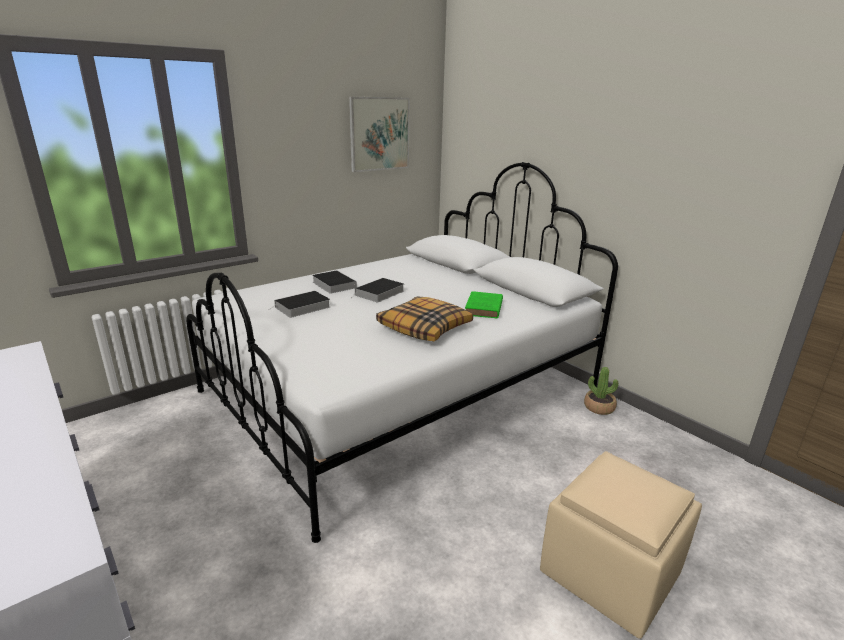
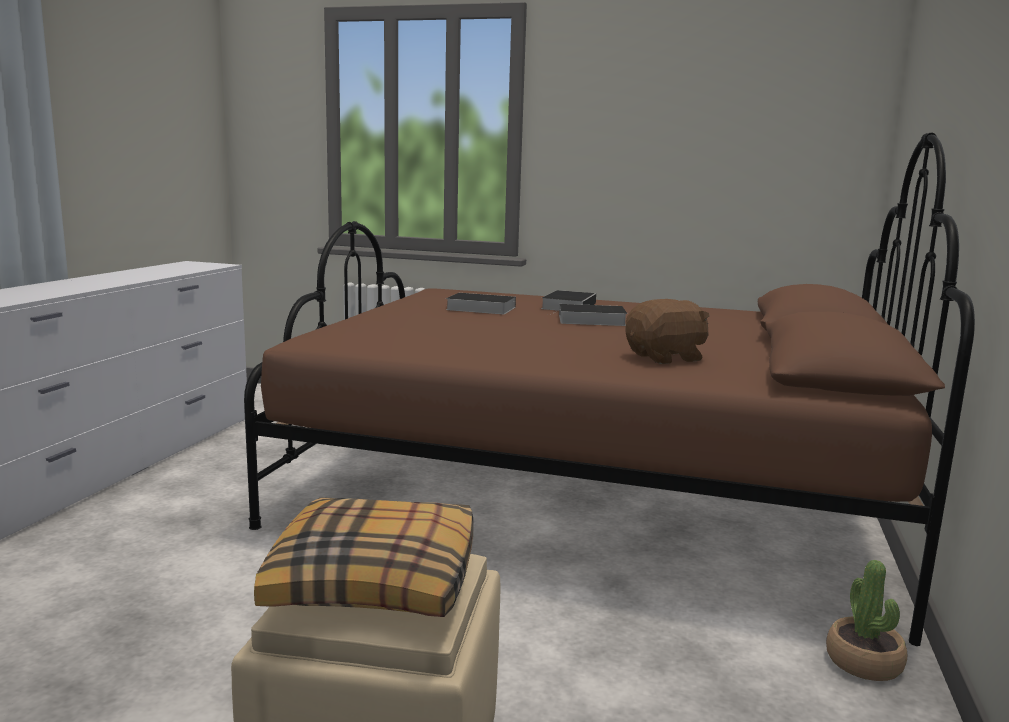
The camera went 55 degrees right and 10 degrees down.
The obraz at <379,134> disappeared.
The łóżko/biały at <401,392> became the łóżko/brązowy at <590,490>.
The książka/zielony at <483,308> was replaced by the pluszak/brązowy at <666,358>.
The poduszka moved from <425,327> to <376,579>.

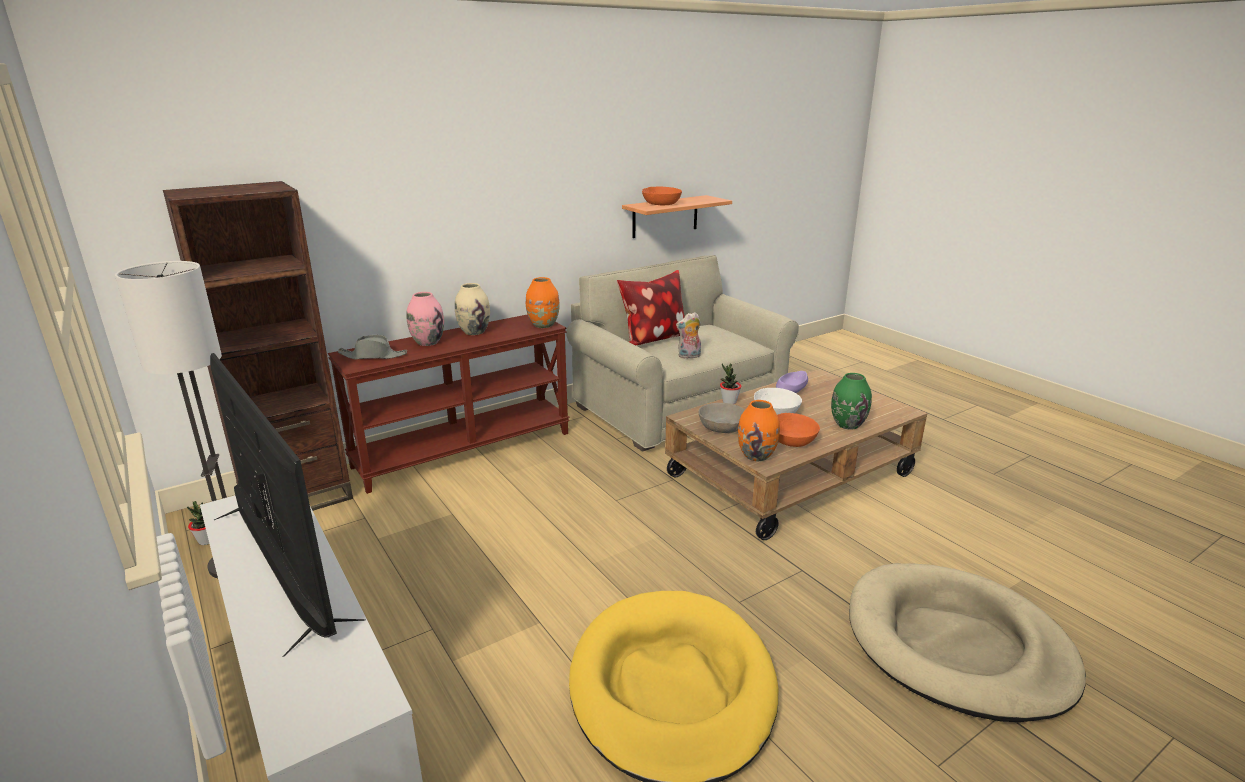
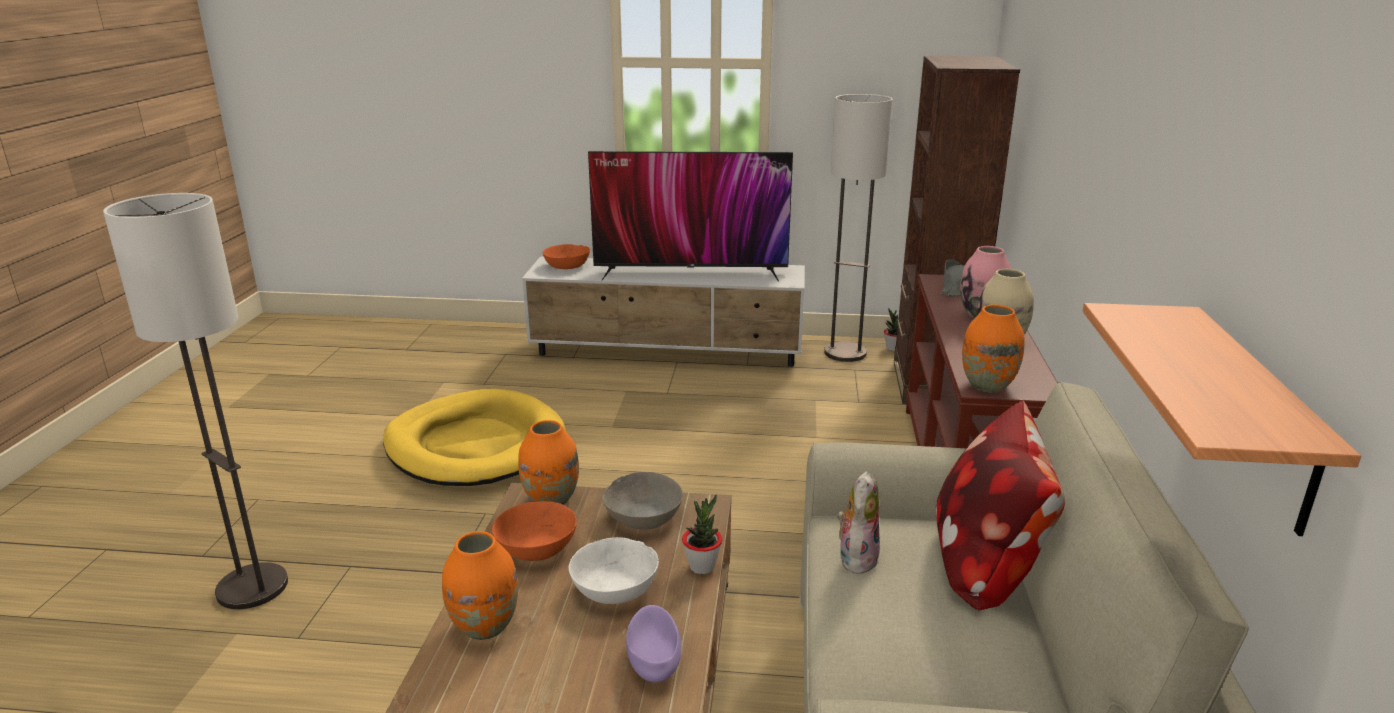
The camera went 130 degrees right and 0 degrees up.
The miska/pomarańczowy moved from <661,204> to <567,265>.
The wazon/zielony at <847,424> became the wazon/pomarańczowy at <485,627>.
The legowisko/beżowy at <956,645> was replaced by the lampa stojąca at <251,588>.

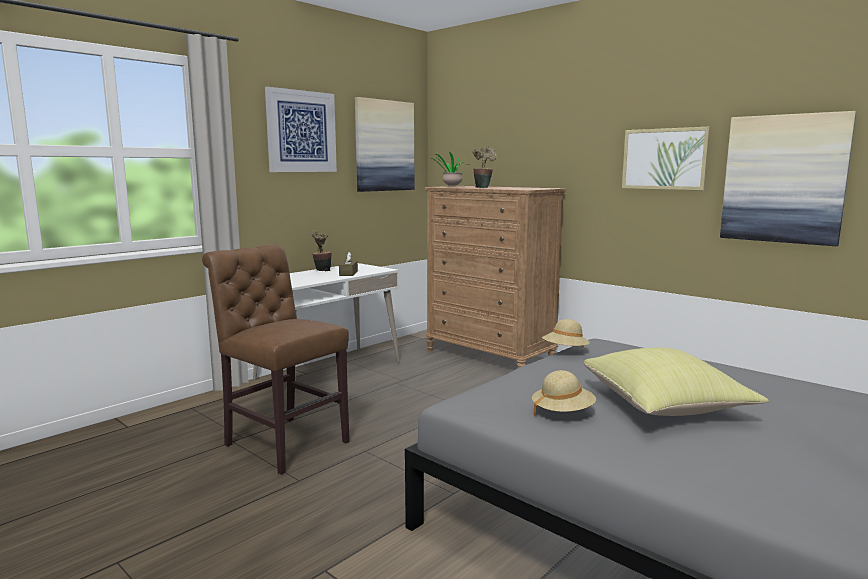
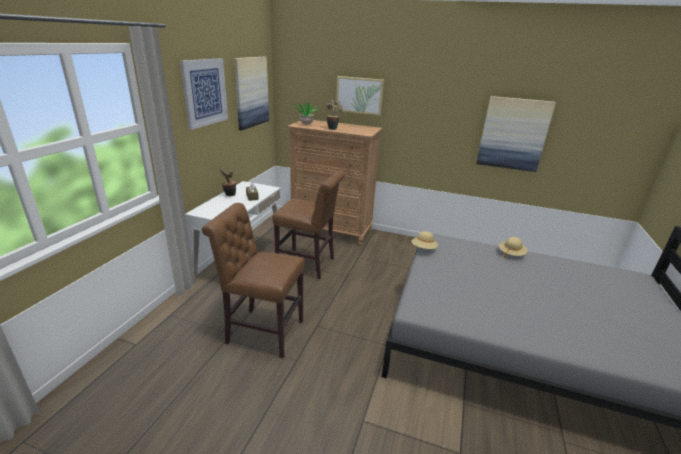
The camera went 25 degrees left and 15 degrees up.
The obraz moved from <664,159> to <359,95>.
The poduszka/żółty at <666,407> disappeared.
The kapelusz/beżowy moved from <562,412> to <511,254>.
The krzesło/brązowy at <308,264> appeared.

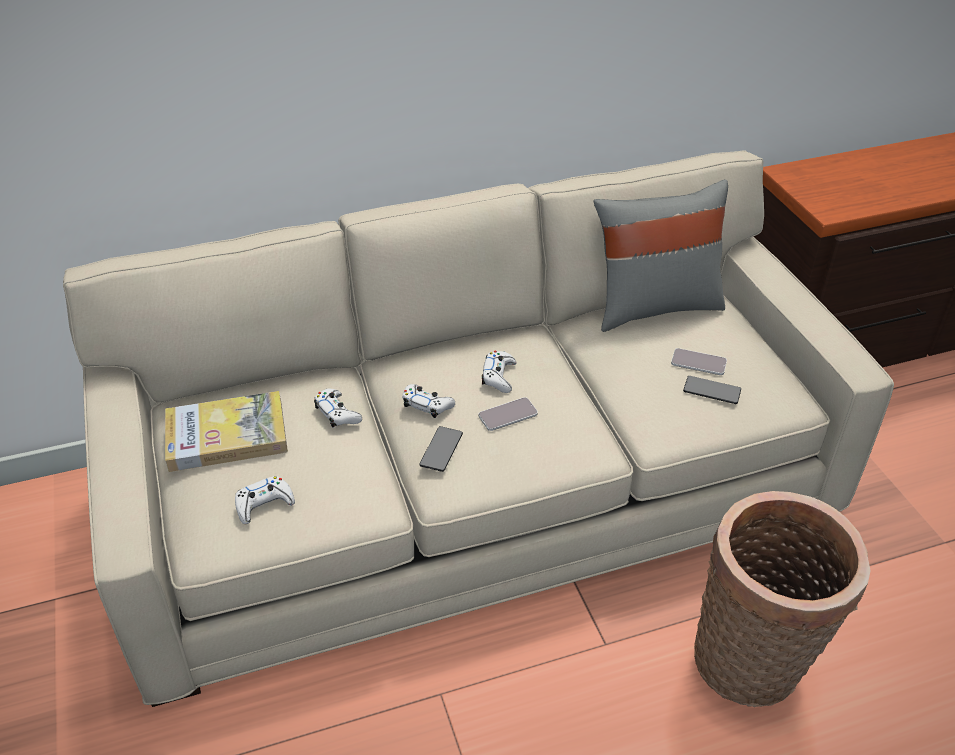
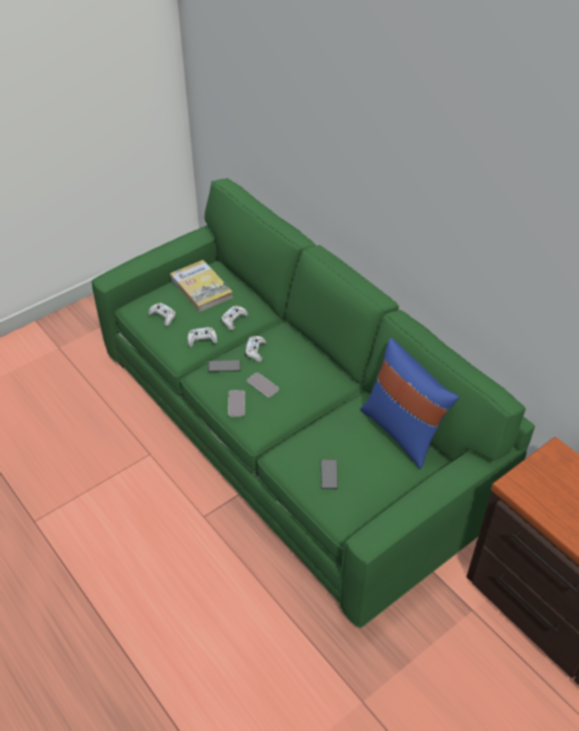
The camera went 70 degrees right and 5 degrees up.
The kanapa/beżowy at <479,491> became the kanapa/zielony at <290,431>.
The poduszka/szary at <654,306> became the poduszka/niebieski at <402,431>.
The telefon moved from <698,362> to <236,404>.
The pad do gier/biały moved from <498,376> to <202,340>.
The koszyk at <753,664> disappeared.

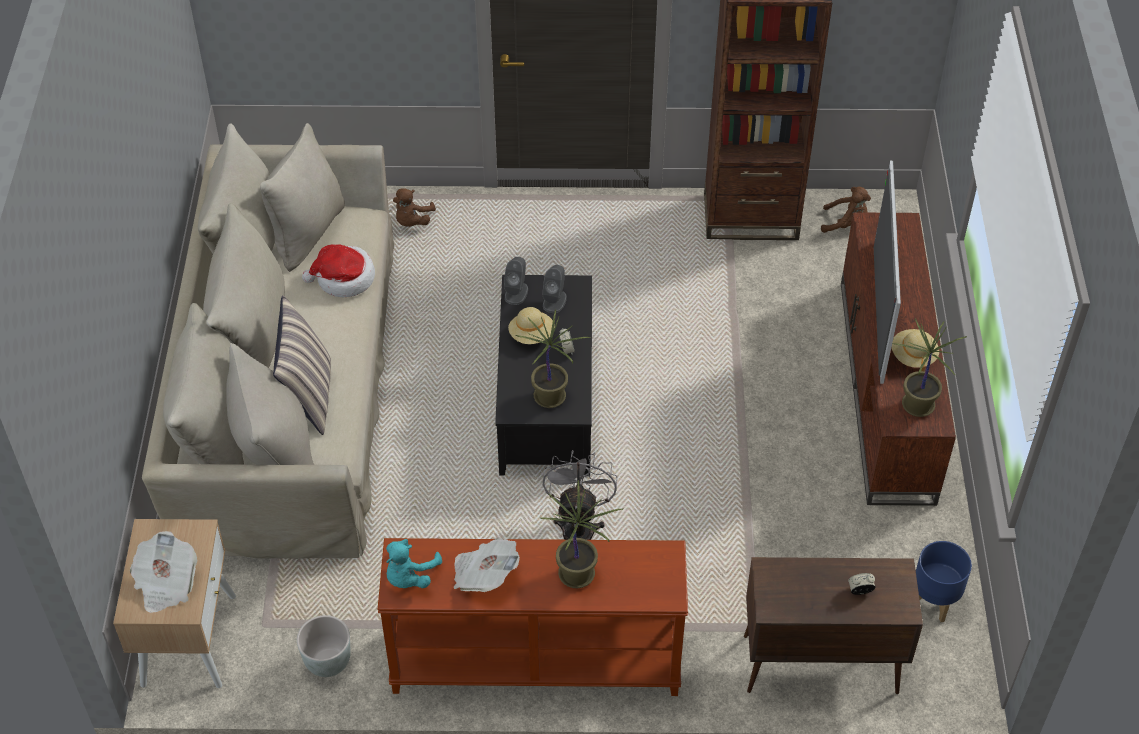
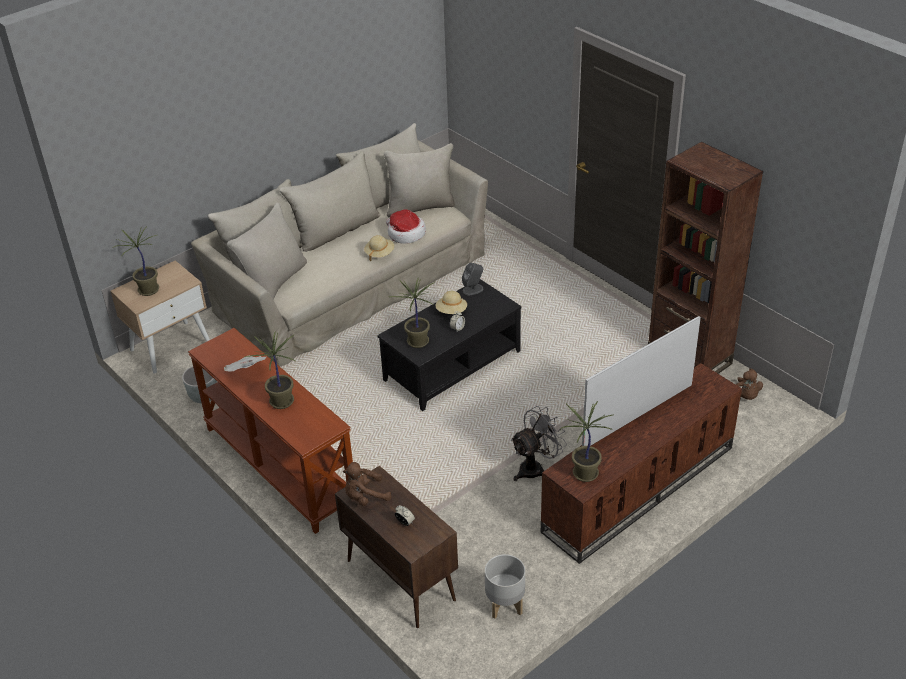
The camera went 50 degrees right and 10 degrees down.
The pluszak/brązowy moved from <412,221> to <365,497>.
The głośnik/szary at <554,301> disappeared.
The poduszka at <308,395> disappeared.
The kapelusz/beżowy moved from <913,356> to <379,253>.
The wentylator/szary moved from <578,527> to <536,468>.
The gazeta at <166,583> was replaced by the roślina doniczkowa at <148,290>.
The pluszak/turkusowy at <409,576> disappeared.
The donica/niebieski at <934,601> became the donica/szary at <505,605>.

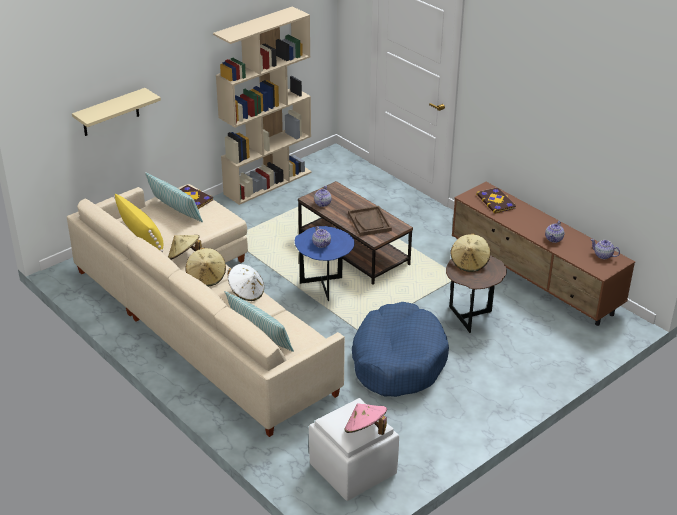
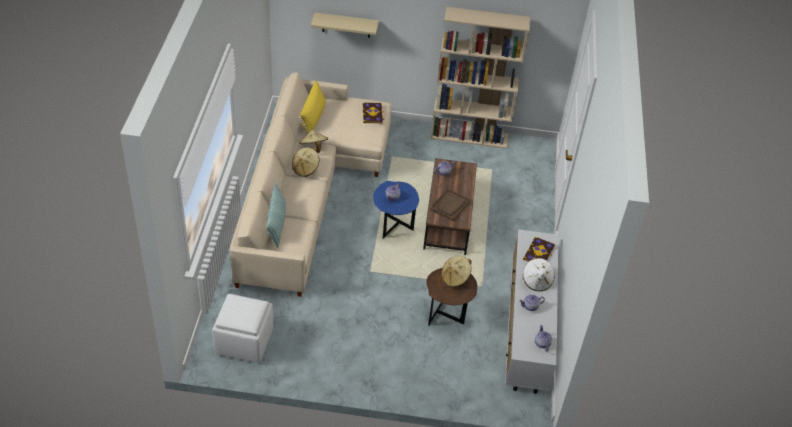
The camera went 45 degrees right and 10 degrees up.
The poduszka at <175,210> disappeared.
The szafka pod telewizor/brązowy at <534,279> became the szafka pod telewizor/biały at <526,328>.
The kapelusz/biały moved from <246,292> to <536,281>.
The legowisko/niebieski at <398,361> disappeared.
The kapelusz/różowy at <365,430> disappeared.

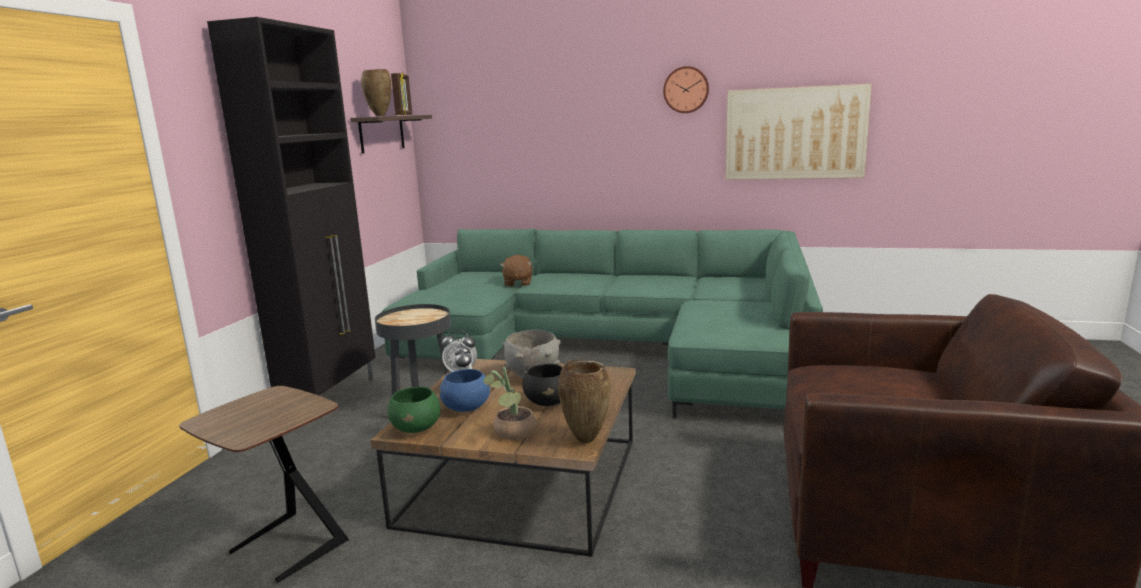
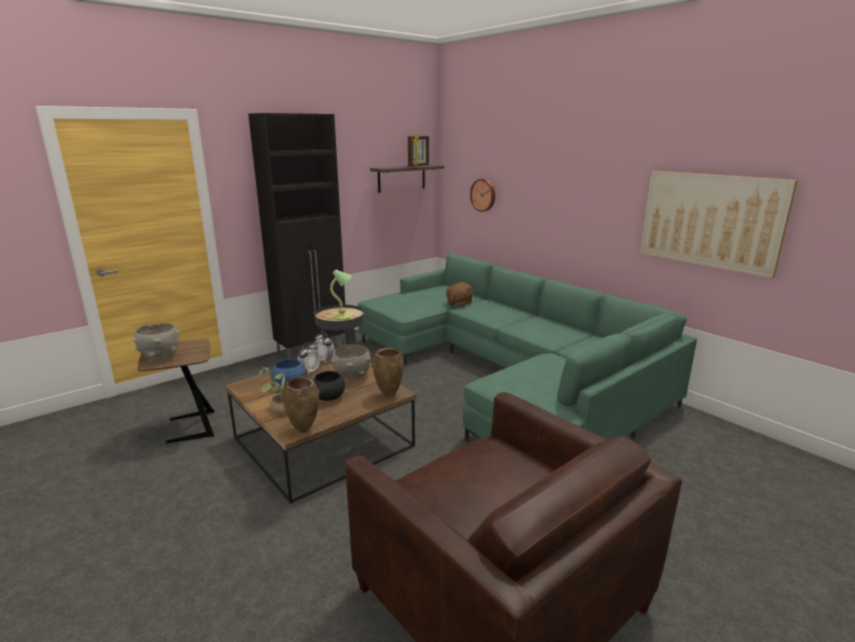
The camera went 35 degrees right and 5 degrees up.
The zegar ścienny moved from <686,90> to <483,195>.
The wazon/brązowy moved from <379,116> to <388,395>.
The miska/zielony at <417,428> disappeared.
The lampa stołowa at <342,316> appeared.
The miska/szary at <160,356> appeared.

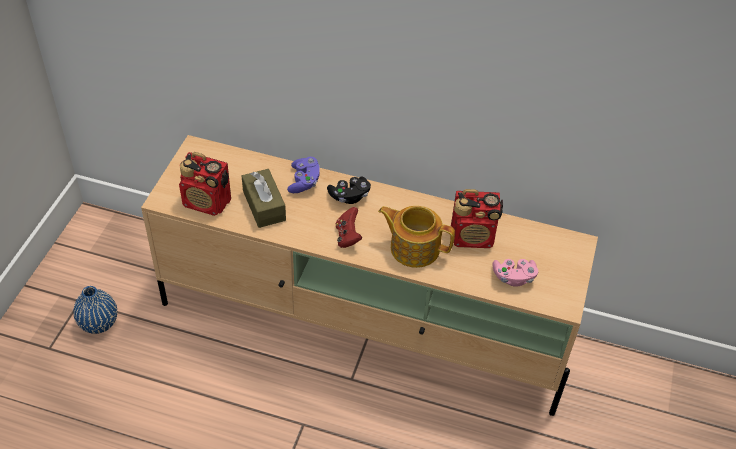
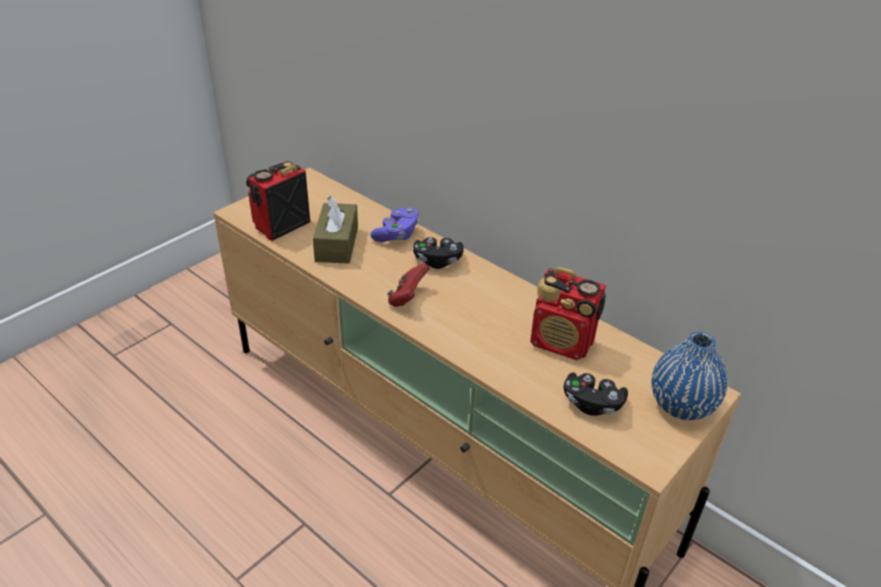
The camera went 25 degrees right and 10 degrees down.
The radio at <207,203> turned 90 degrees clockwise.
The imbryk at <414,247> disappeared.
The pad do gier/różowy at <513,277> became the pad do gier/czarny at <591,404>.
The wazon/niebieski moved from <98,323> to <681,405>.

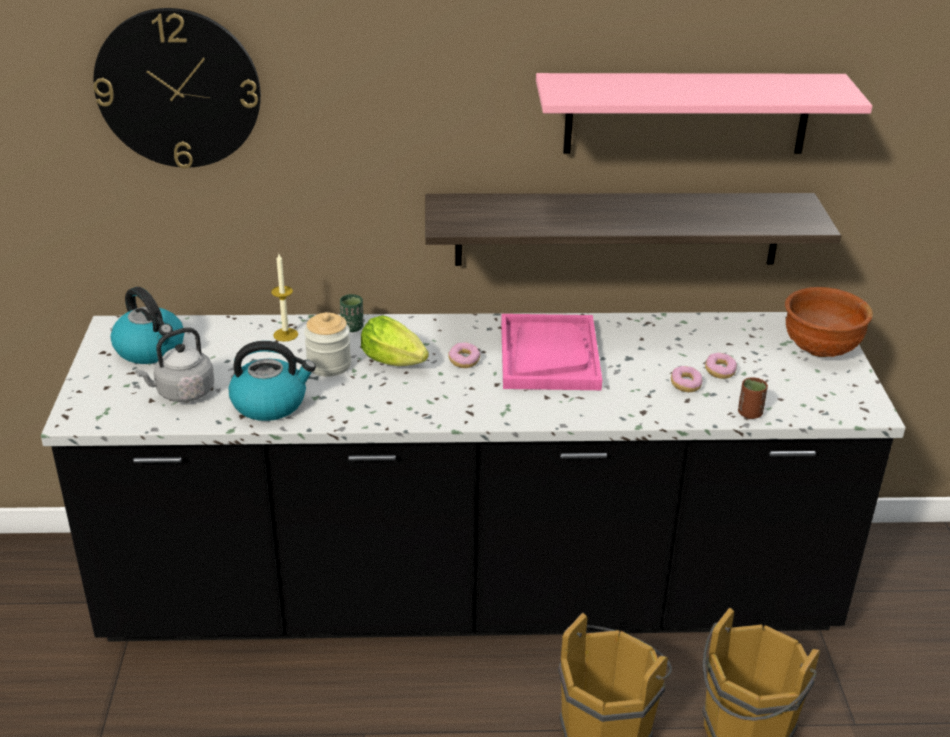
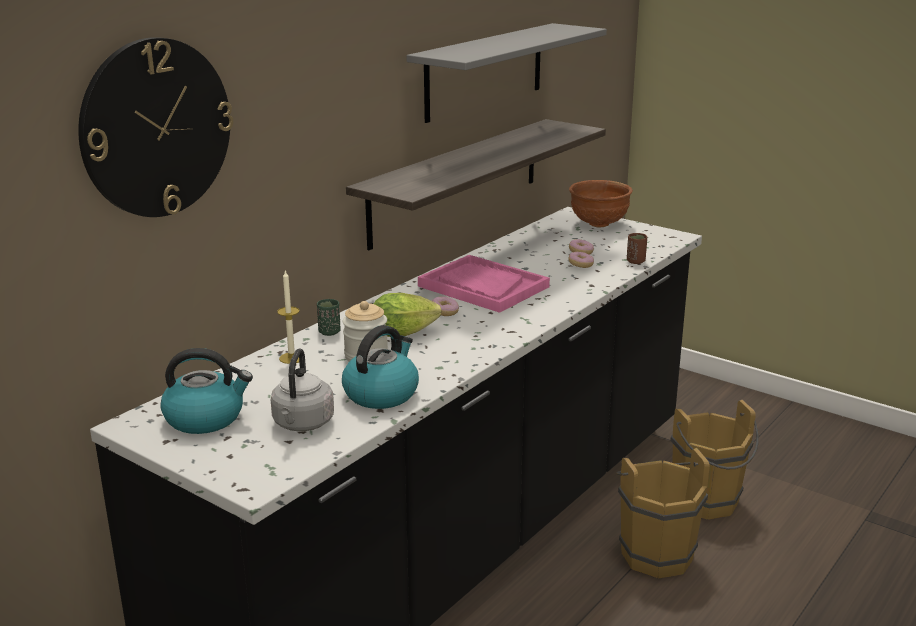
The camera went 50 degrees left and 10 degrees down.
The półka/różowy at <687,113> became the półka/szary at <485,71>.

